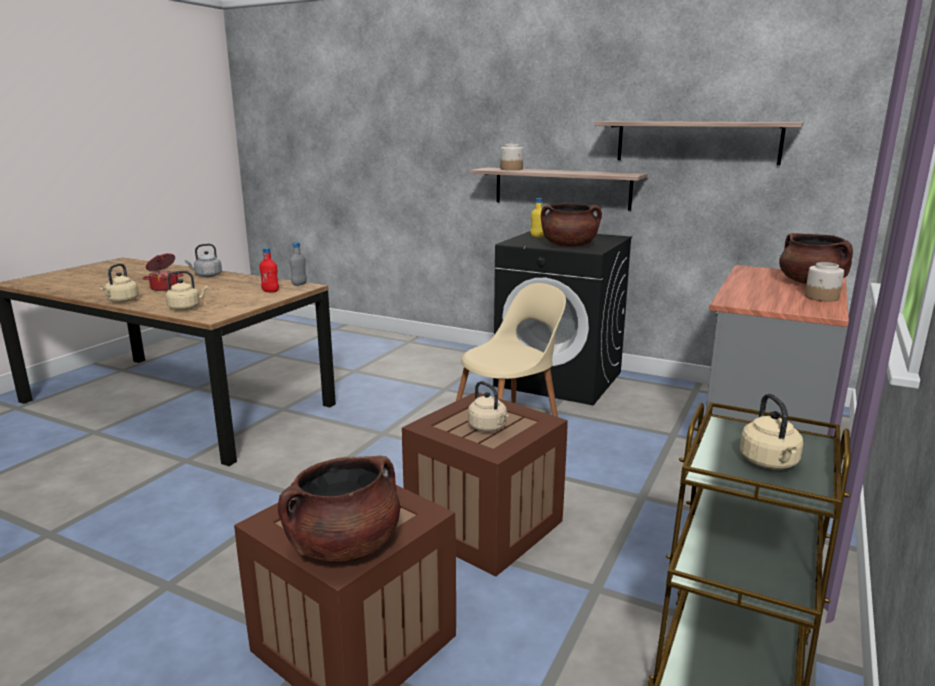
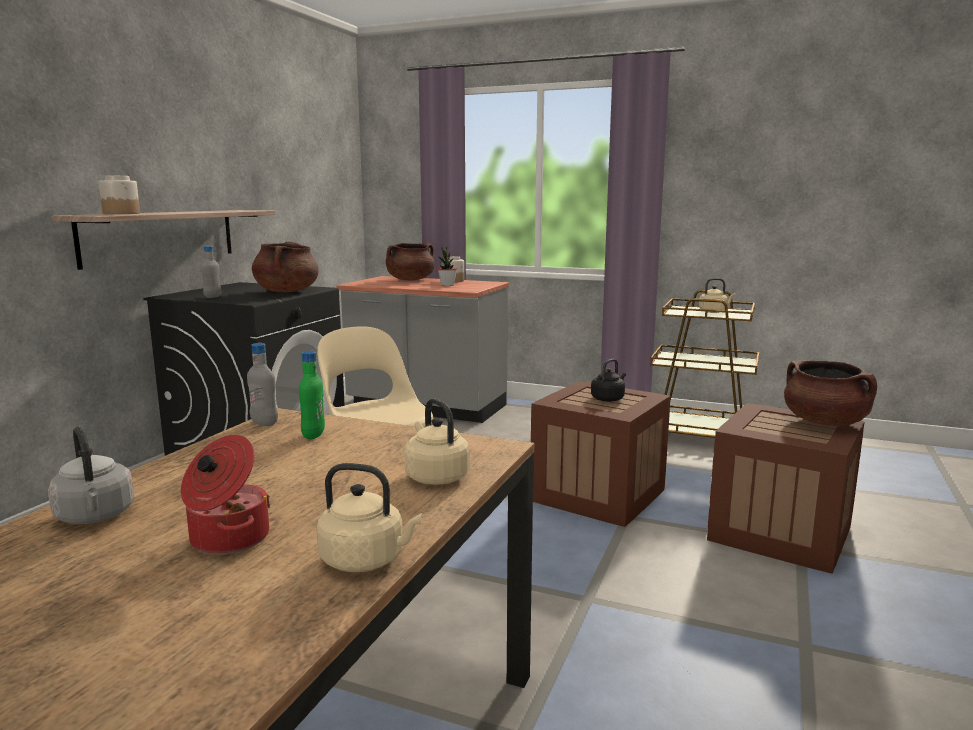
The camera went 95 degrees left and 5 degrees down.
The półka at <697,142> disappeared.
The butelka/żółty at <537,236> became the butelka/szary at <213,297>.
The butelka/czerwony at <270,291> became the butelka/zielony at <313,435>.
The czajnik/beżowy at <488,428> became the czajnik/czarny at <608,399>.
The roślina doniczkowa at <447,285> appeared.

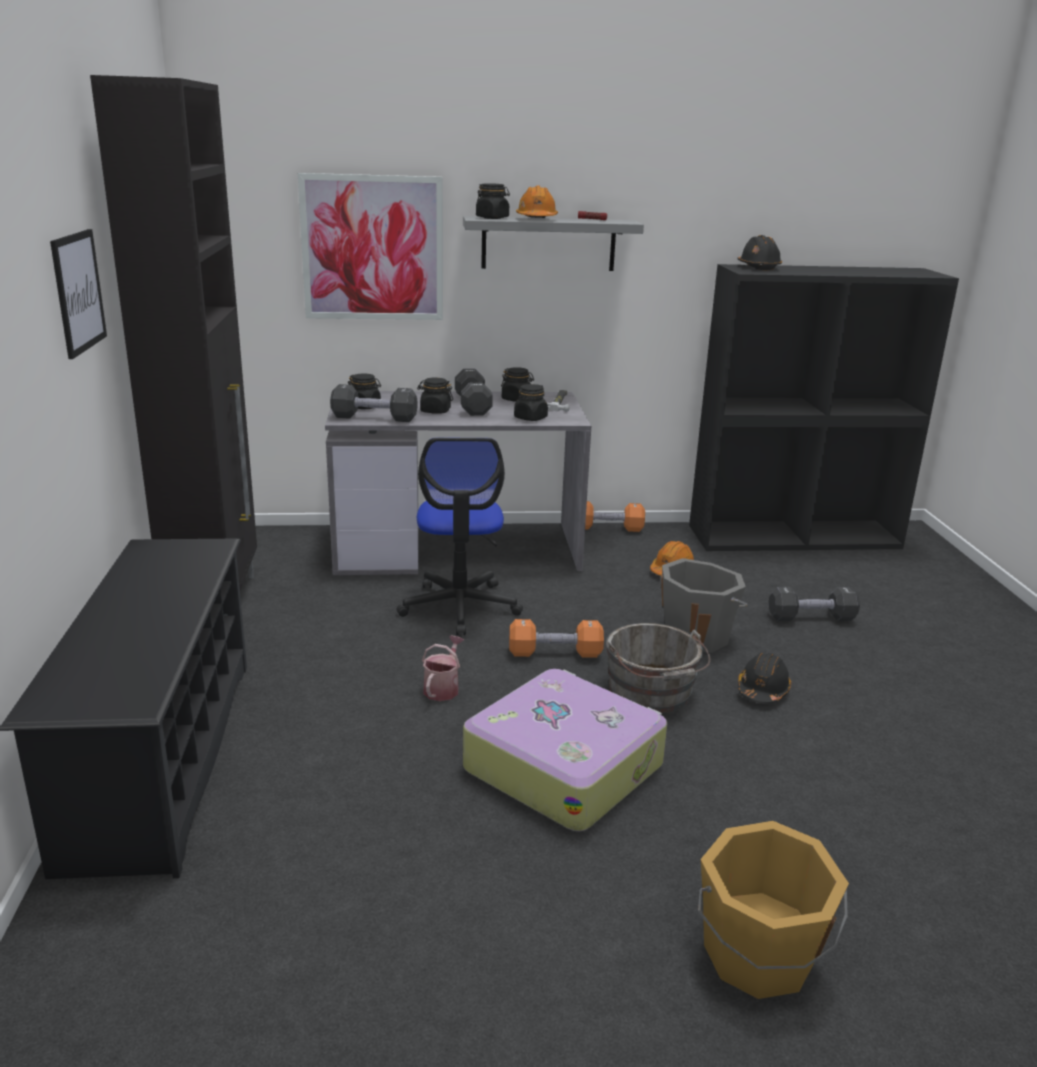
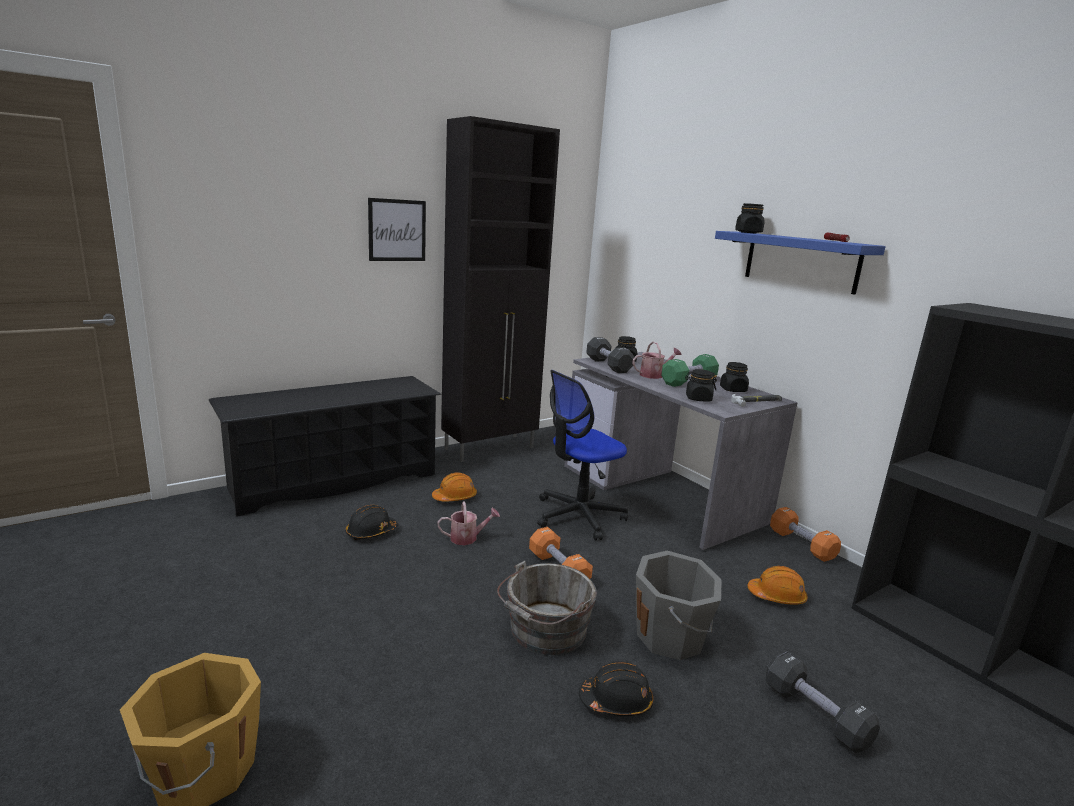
The camera went 60 degrees right and 5 degrees down.
The obraz at <372,248> disappeared.
The kask/pomarańczowy moved from <536,219> to <455,497>.
The półka/szary at <548,244> became the półka/niebieski at <801,261>.
The kask/czarny moved from <758,267> to <371,532>.
The hantel/czarny at <472,405> became the hantel/zielony at <688,381>.
The słoik/czarny at <435,411> was replaced by the konewka at <654,375>.
The walizka at <564,766> disappeared.

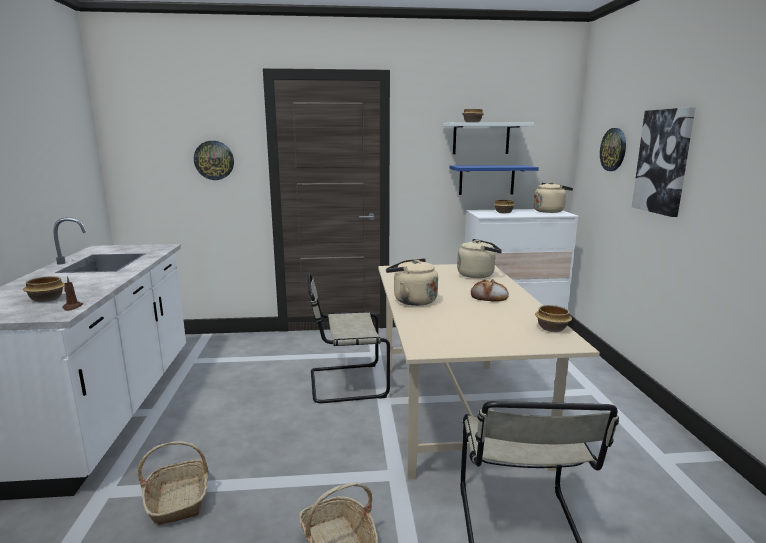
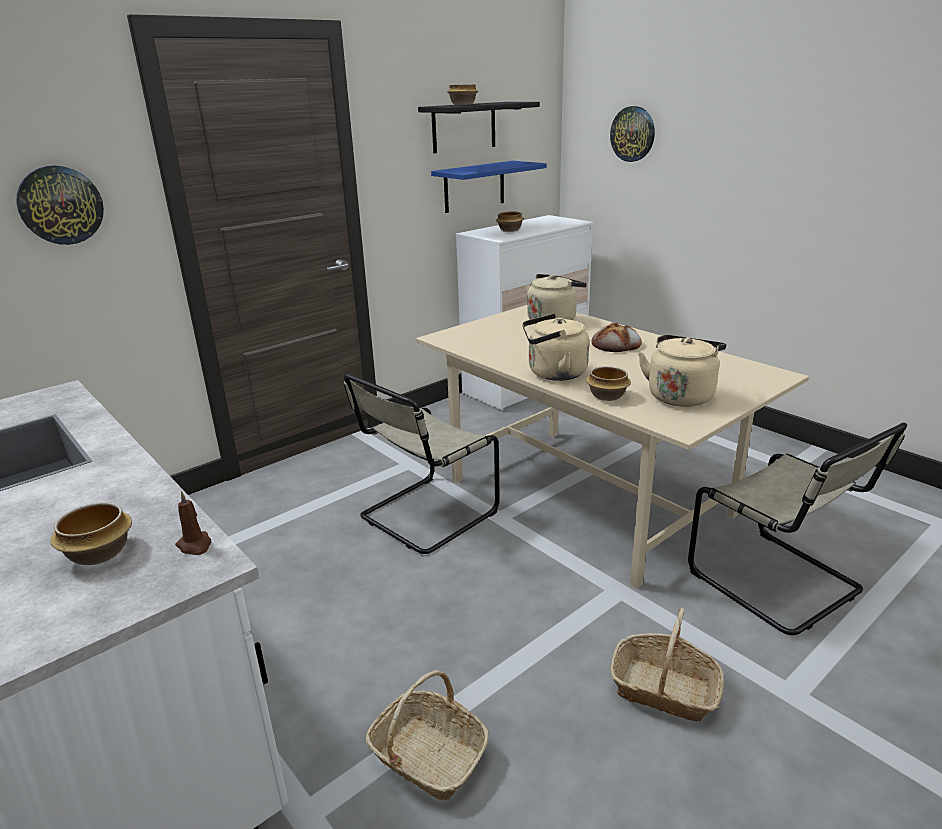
The camera went 35 degrees left and 10 degrees up.
The obraz at <663,161> disappeared.
The półka/biały at <481,138> became the półka/czarny at <464,127>.
The czajnik/beżowy moved from <549,211> to <681,395>.
The miska moved from <551,328> to <606,396>.

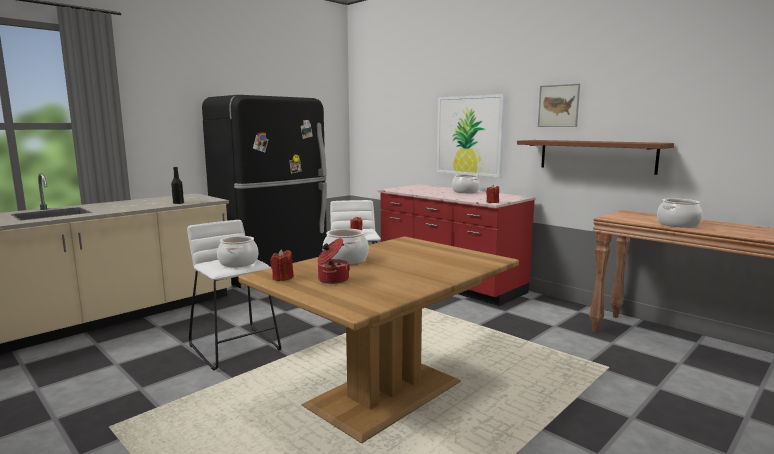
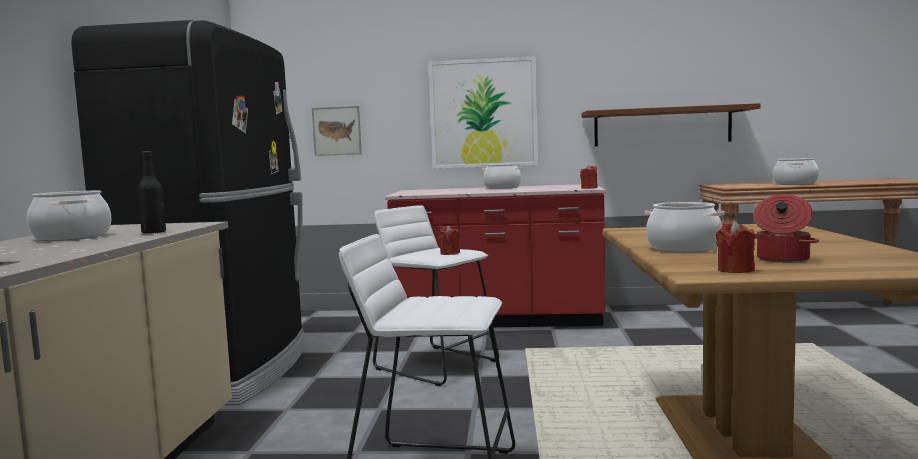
The camera went 40 degrees left and 5 degrees down.
The obraz moved from <558,106> to <337,131>.
The garnek moved from <238,263> to <72,237>.

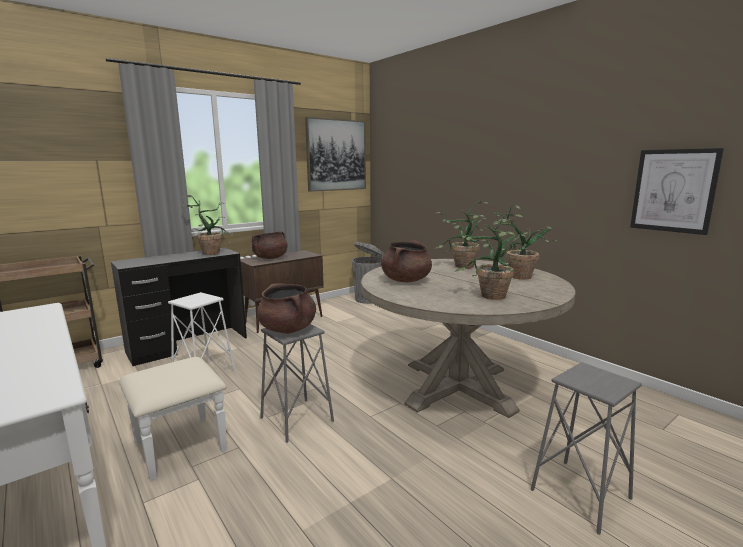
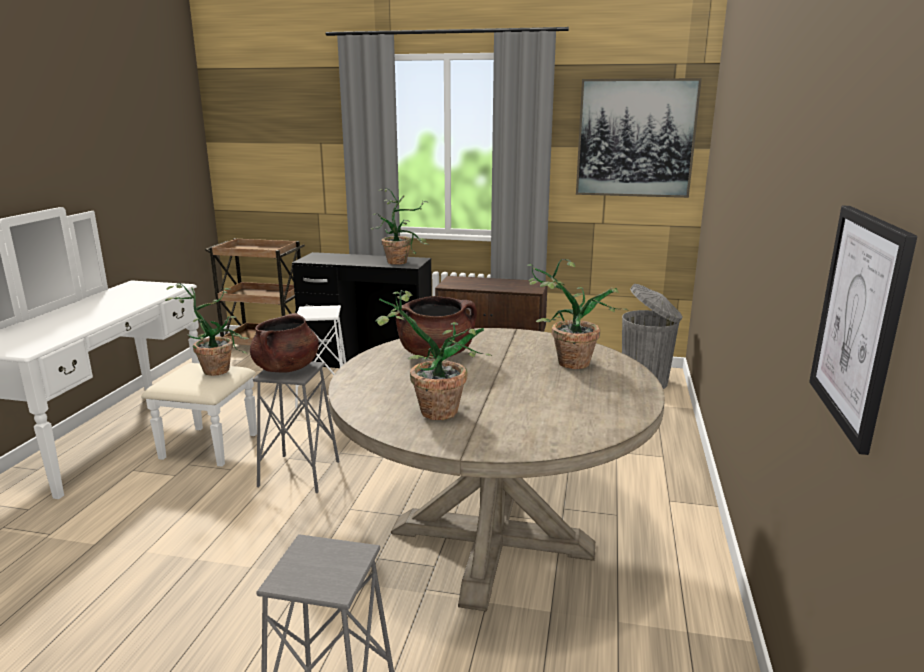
The camera went 50 degrees right and 5 degrees up.
The roślina doniczkowa moved from <514,276> to <217,368>.
The garnek/brązowy at <270,258> disappeared.

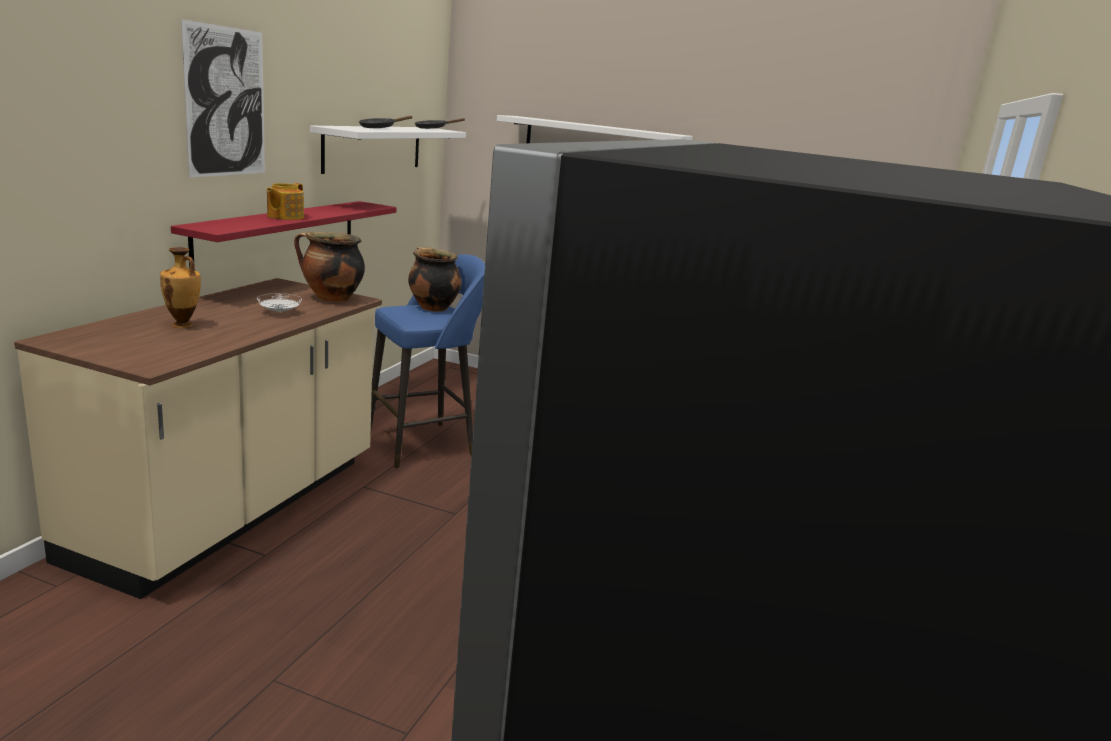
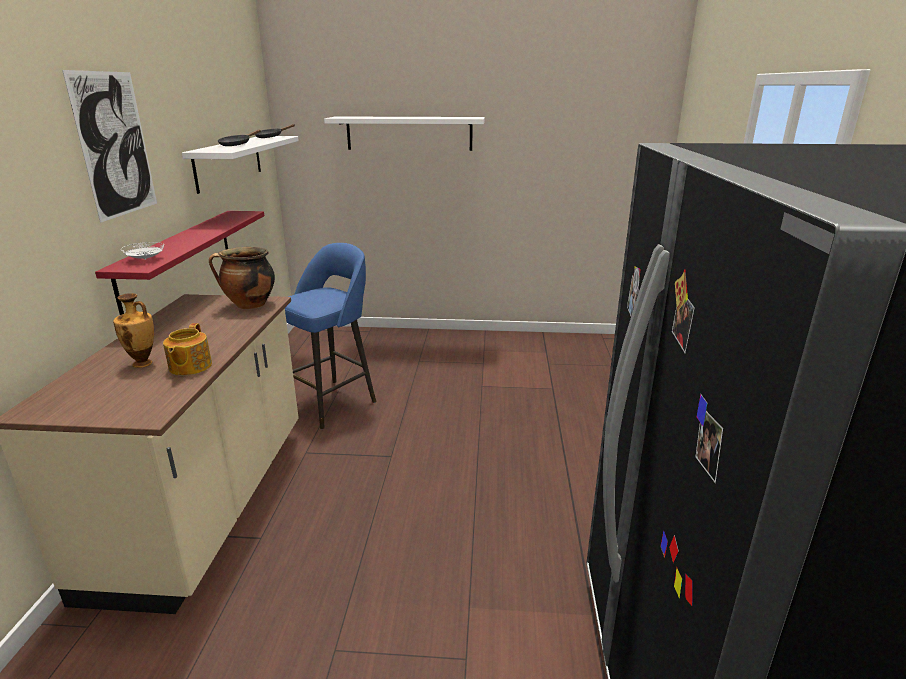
The camera went 15 degrees left and 5 degrees up.
The imbryk moved from <284,217> to <189,367>.
The garnek at <432,308> disappeared.
The talerz/biały moved from <280,312> to <145,259>.

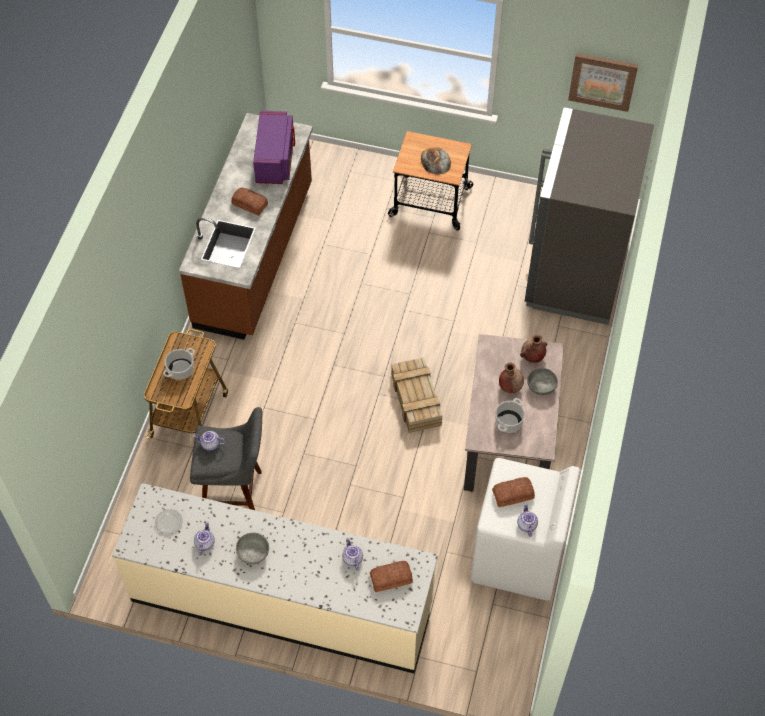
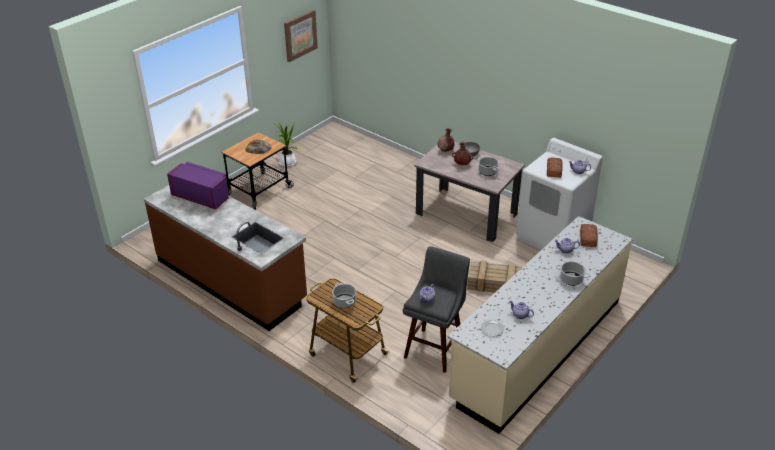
The camera went 65 degrees left and 20 degrees down.
The lodówka/szary at <575,272> disappeared.
The chleb at <249,203> disappeared.
The skrzynka moved from <416,400> to <496,283>.
The miska/szary at <253,553> disappeared.
The roślina doniczkowa at <287,163> appeared.
The garnek at <571,279> appeared.

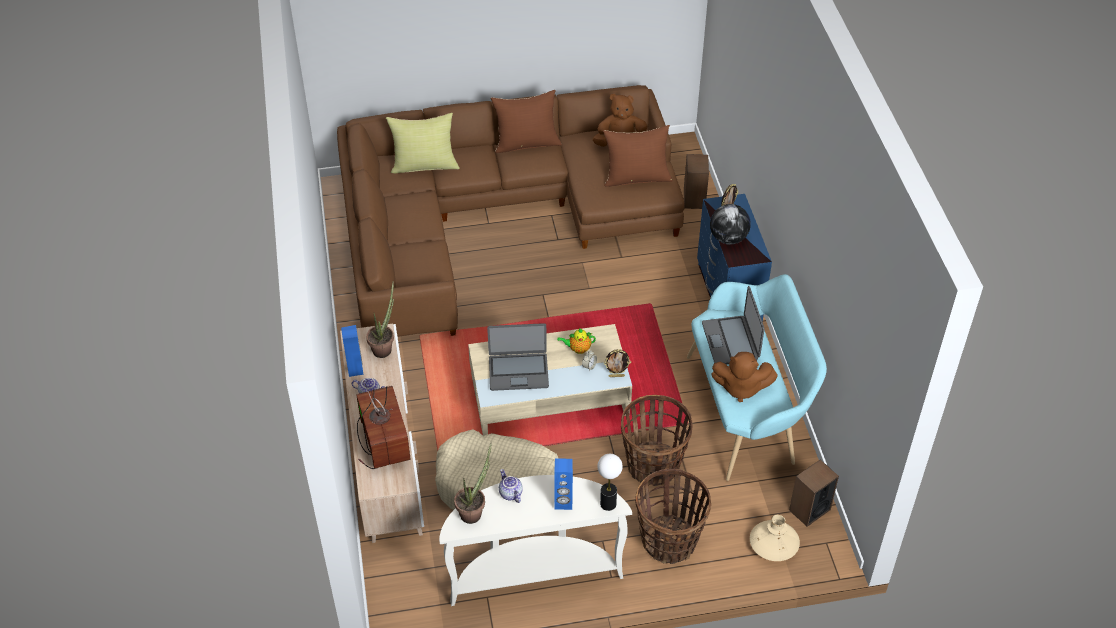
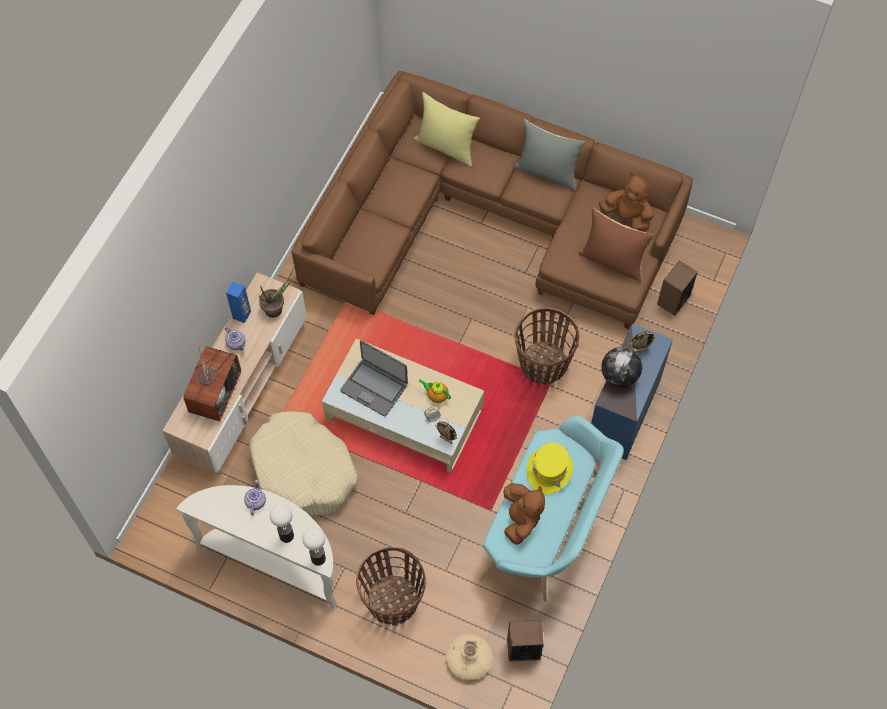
The camera went 35 degrees right and 15 degrees up.
The poduszka/brązowy at <527,143> became the poduszka/szary at <547,171>.
The laptop at <731,341> was replaced by the kapelusz/żółty at <549,471>.
The pluszak/brązowy at <740,388> turned 135 degrees counterclockwise.
The koszyk moved from <653,465> to <543,364>.
The roślina doniczkowa at <474,511> disappeared.
The głośnik/niebieski at <563,503> was replaced by the lampa stołowa at <286,535>.

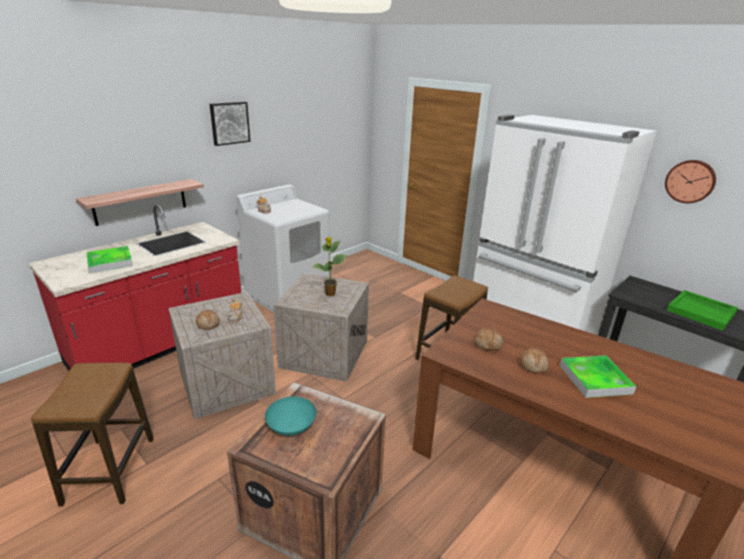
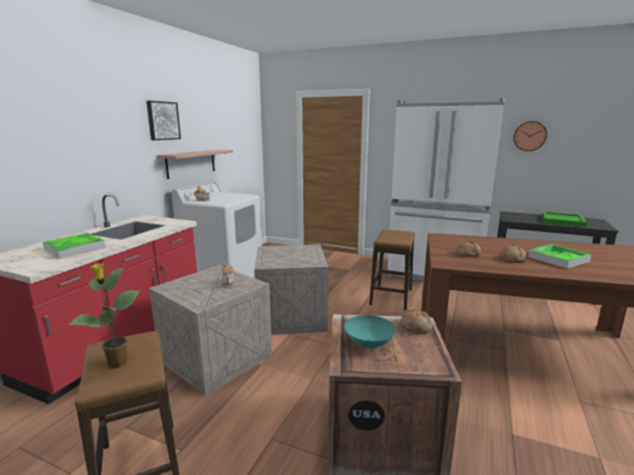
The camera went 20 degrees left and 10 degrees down.
The półka moved from <140,202> to <191,163>.
The roślina doniczkowa moved from <330,294> to <117,364>.
The chleb moved from <208,324> to <416,327>.

